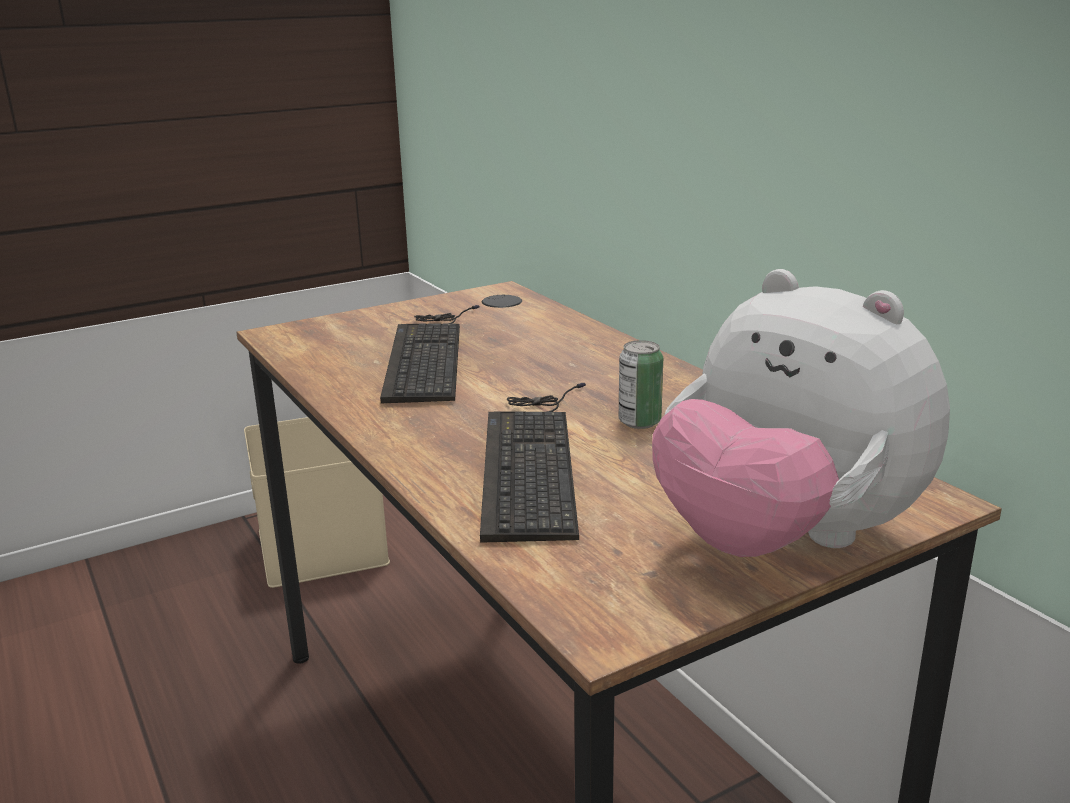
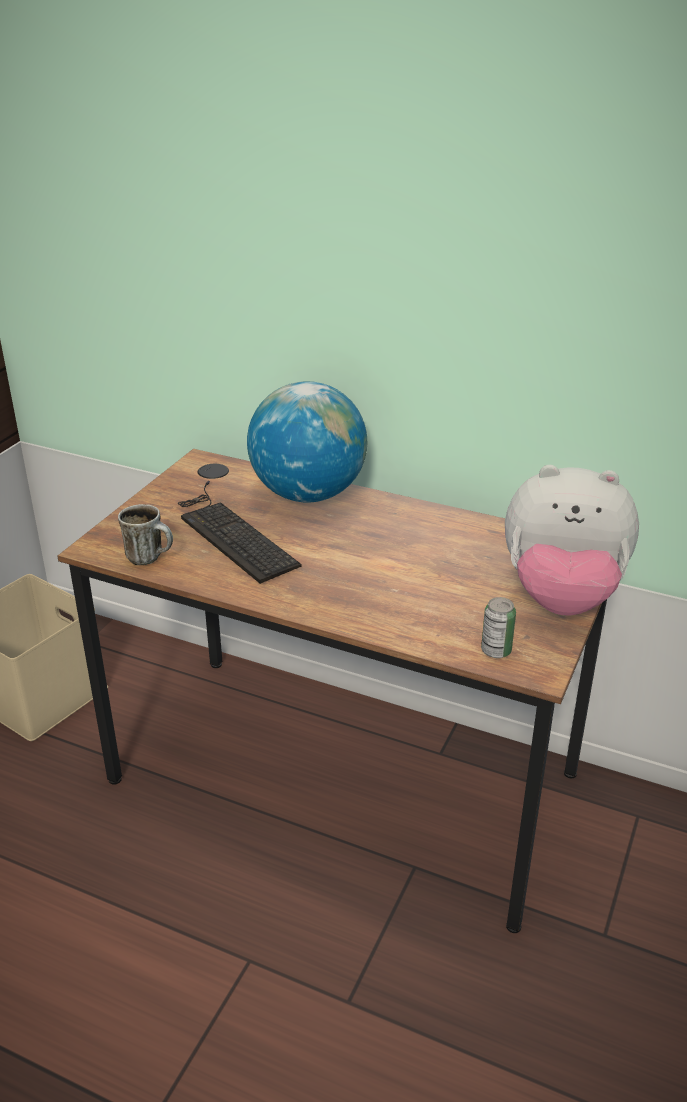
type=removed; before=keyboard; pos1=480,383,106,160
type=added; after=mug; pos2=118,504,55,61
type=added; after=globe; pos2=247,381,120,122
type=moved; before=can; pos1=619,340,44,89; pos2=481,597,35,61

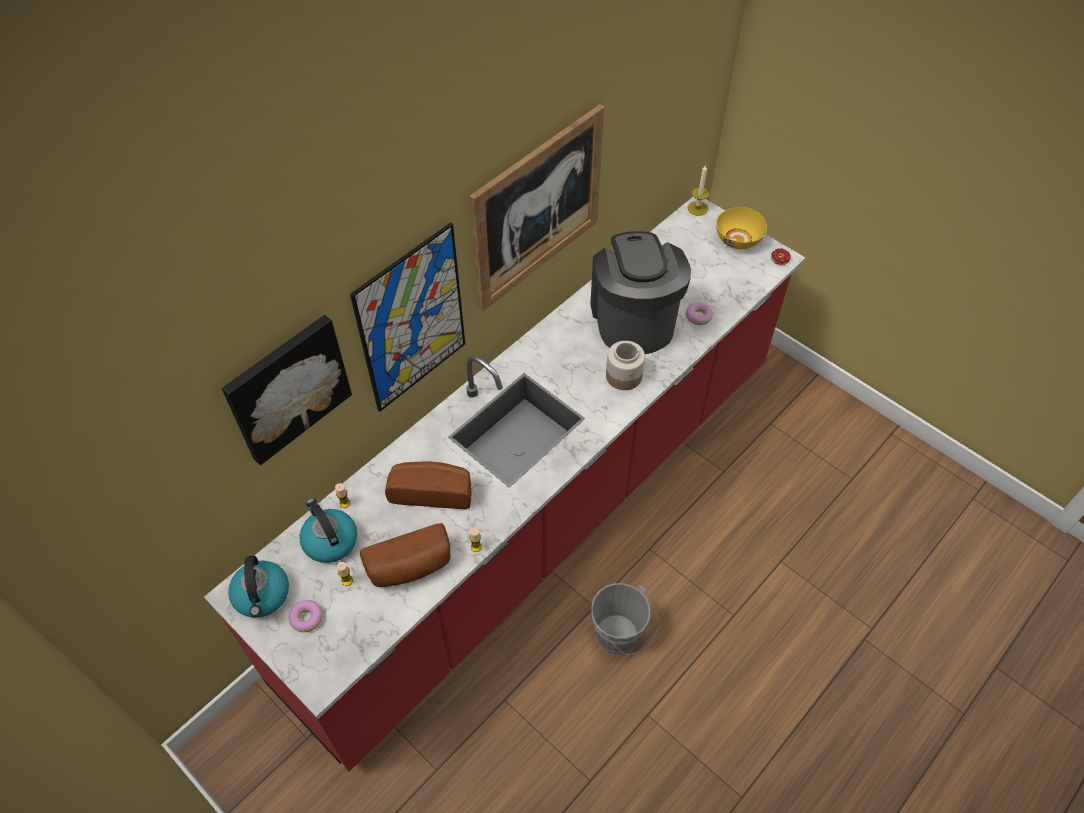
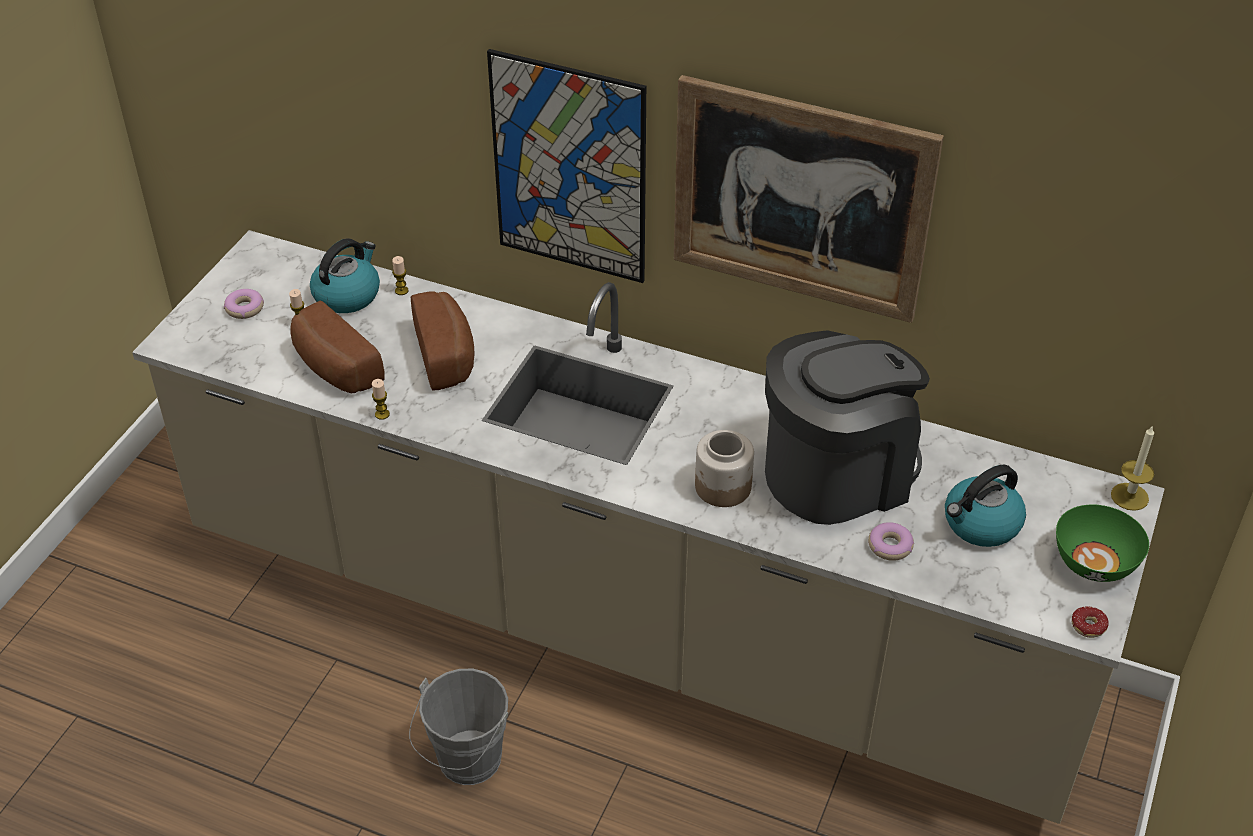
type=removed; before=picture; pos1=222,315,130,150
type=moved; before=kettle; pos1=228,555,61,63; pos2=945,465,81,82
type=recoloured; before=counter/red; after=counter/beige; pos1=204,197,602,575; pos2=132,230,1033,594
type=recoloured; before=bowl/yellow; after=bowl/green; pos1=716,207,51,42; pos2=1056,505,93,77

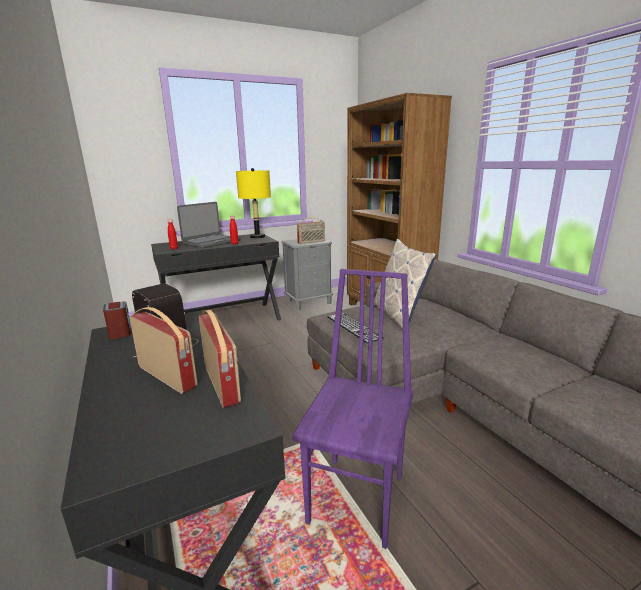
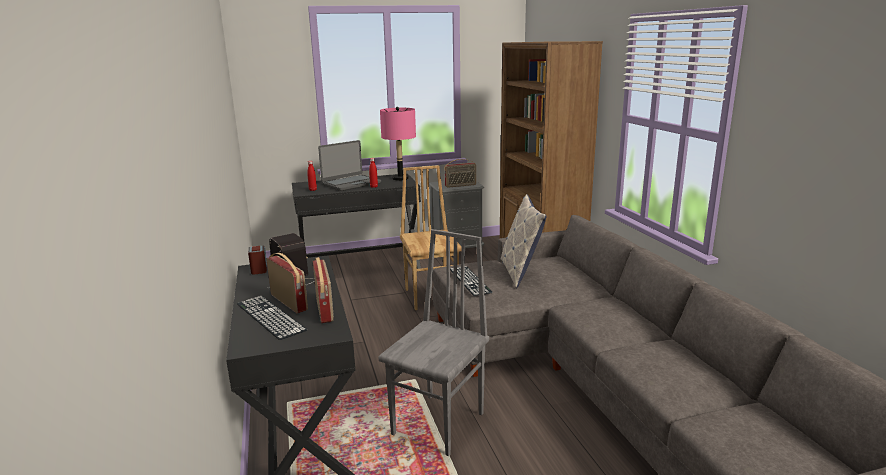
type=added; after=keyboard; pos2=237,296,70,44
type=added; after=chair/brown; pos2=400,165,61,145
type=recoloured; before=table lamp/yellow; after=table lamp/pink; pos1=236,168,35,70; pos2=380,107,36,74
type=recoloured; before=chair/purple; after=chair/grey; pos1=292,269,121,280; pos2=378,229,111,227

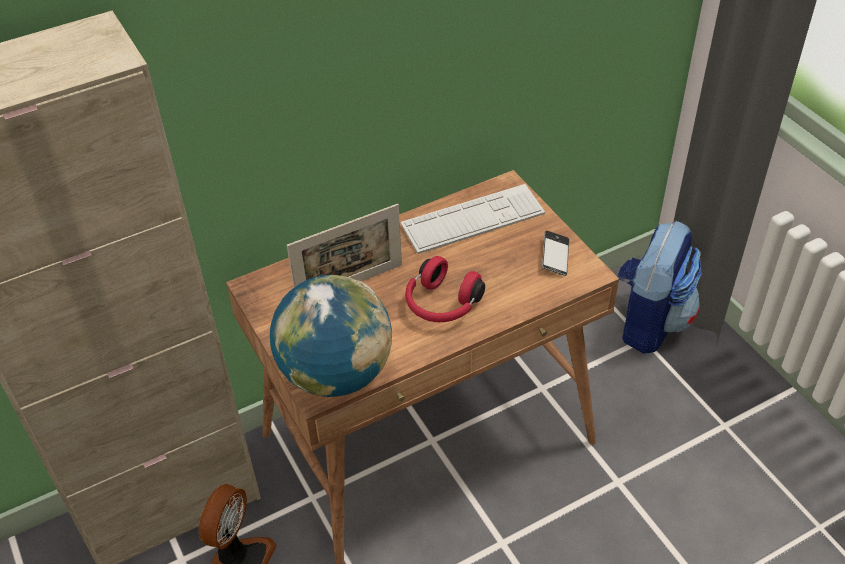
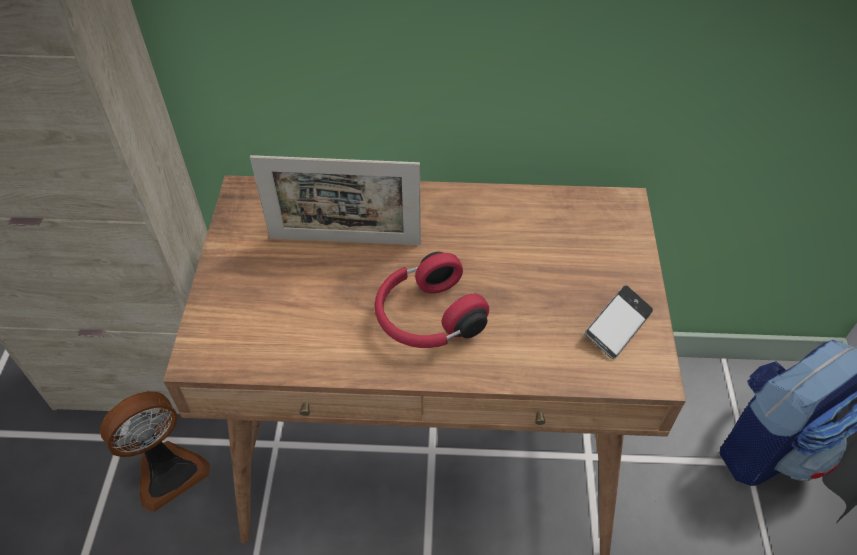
type=removed; before=globe; pos1=270,275,122,122
type=removed; before=keyboard; pos1=400,184,145,70

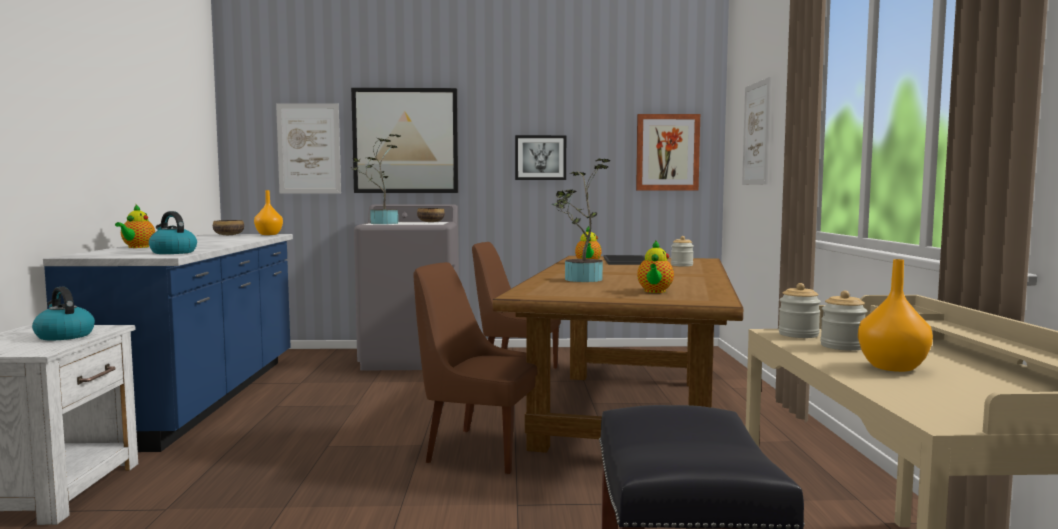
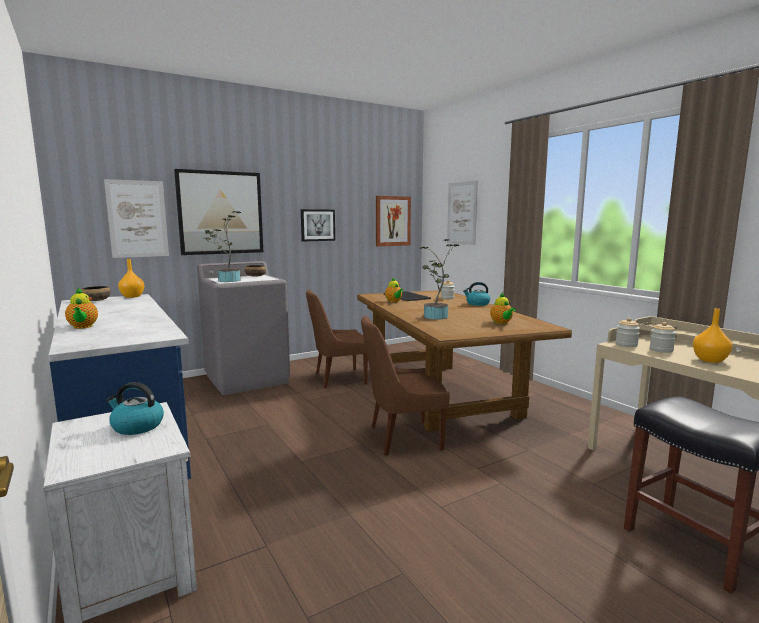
type=moved; before=kettle; pos1=149,211,48,43; pos2=463,282,27,24

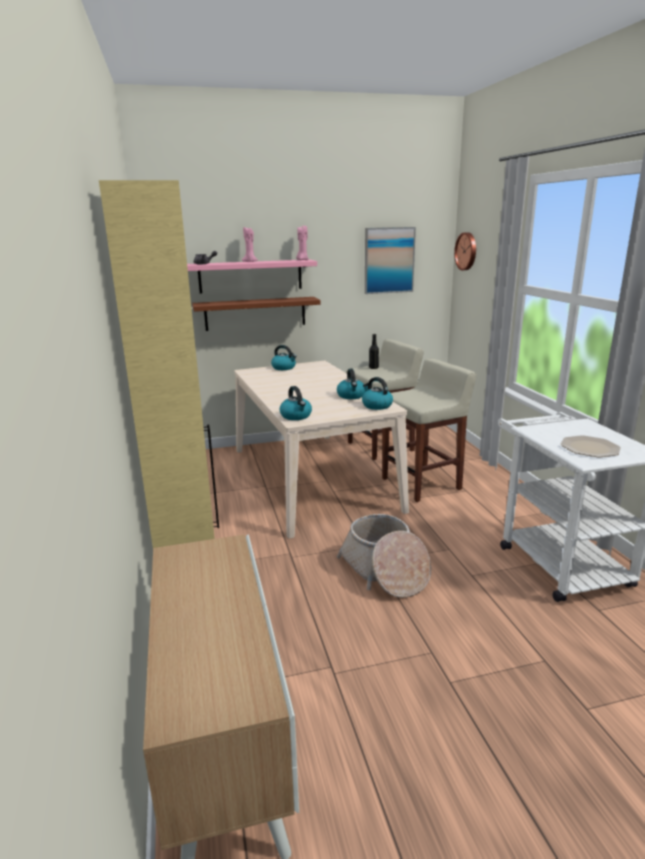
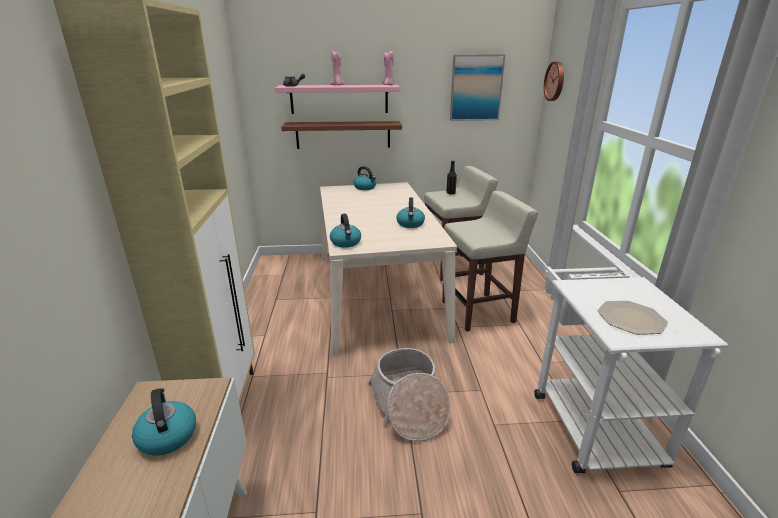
type=moved; before=kettle; pos1=362,377,31,33; pos2=132,388,64,68

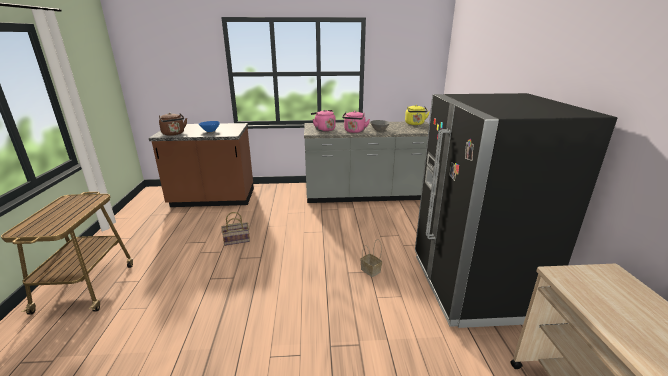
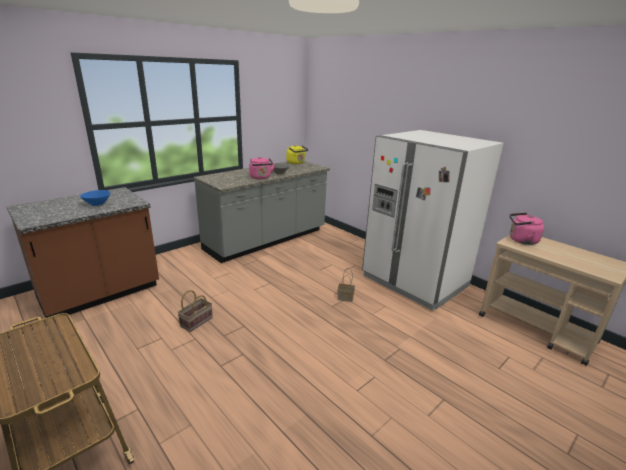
type=removed; before=kettle/brown; pos1=159,113,28,23
type=moved; before=kettle/pink; pos1=311,110,25,22; pos2=509,213,35,32
type=recoloured; before=fridge/black; after=fridge/white; pos1=415,93,202,235; pos2=362,130,141,181

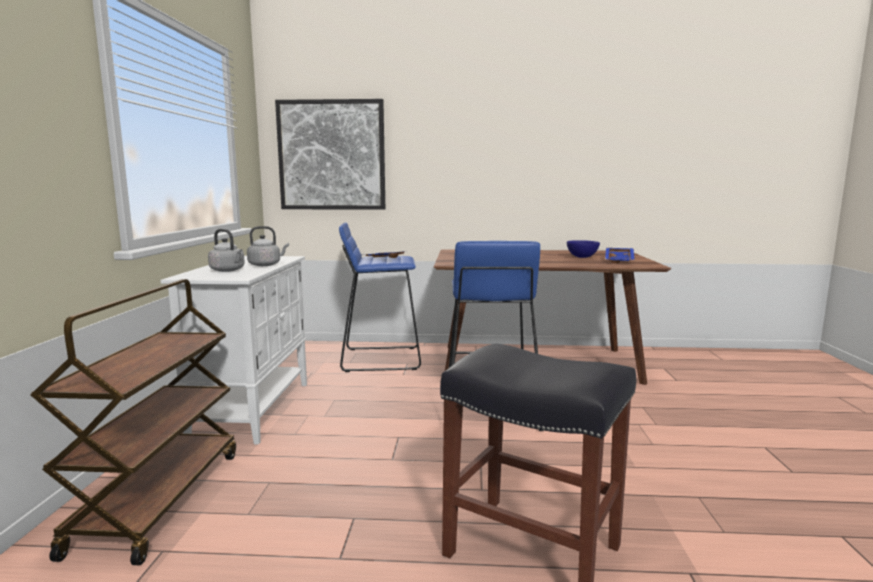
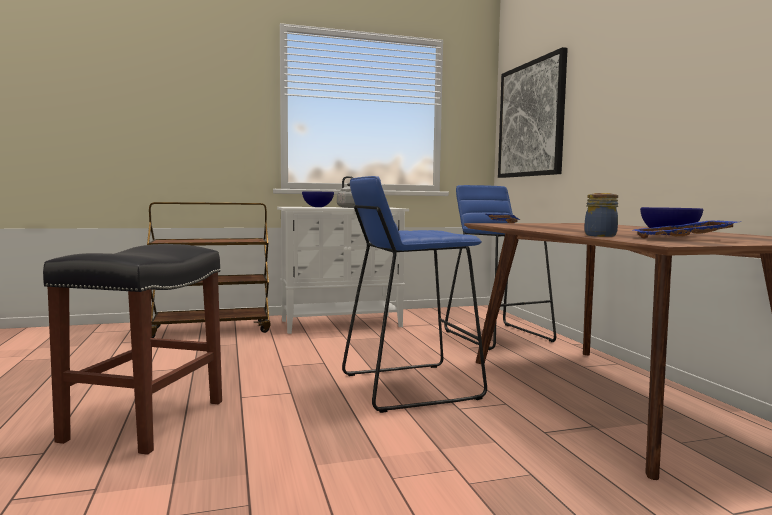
type=added; after=jar; pos2=584,193,34,44
type=replaced; before=kettle/grey; after=bowl/blue; pos1=208,229,37,43; pos2=302,191,32,16

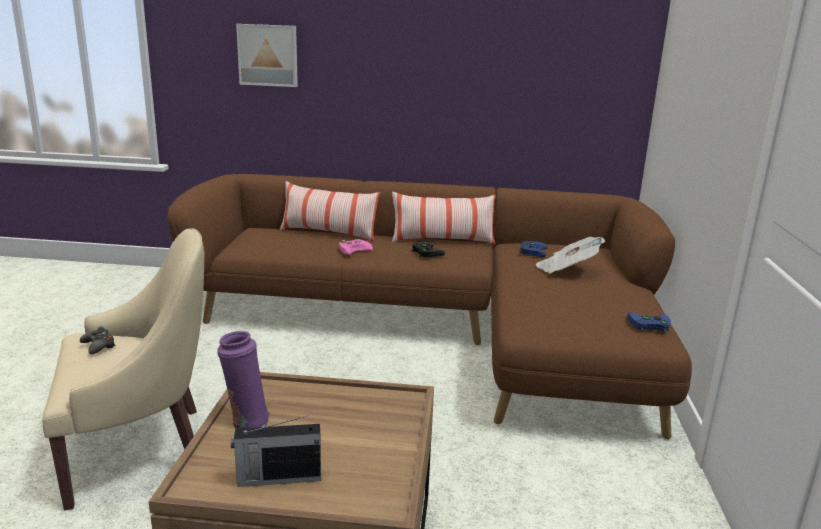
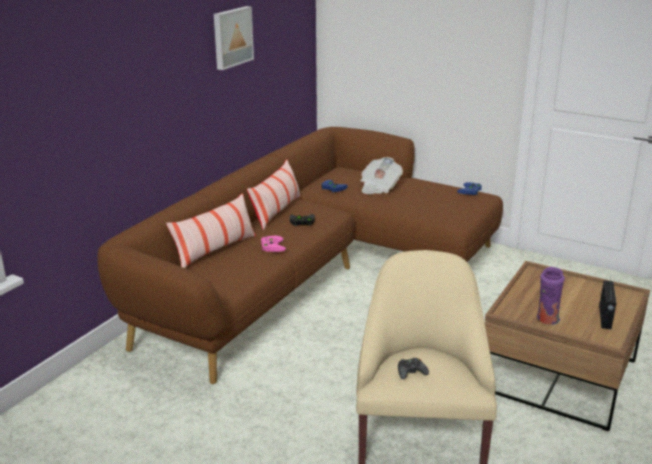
type=moved; before=picture; pos1=236,24,62,63; pos2=214,6,40,64

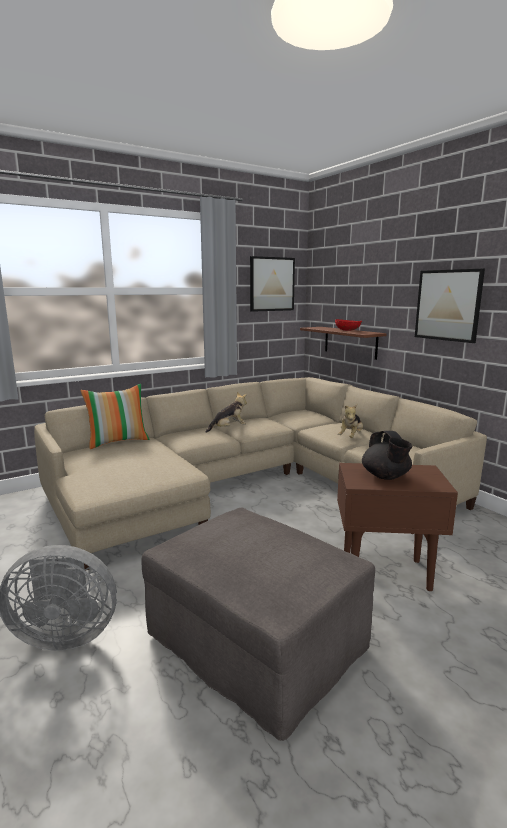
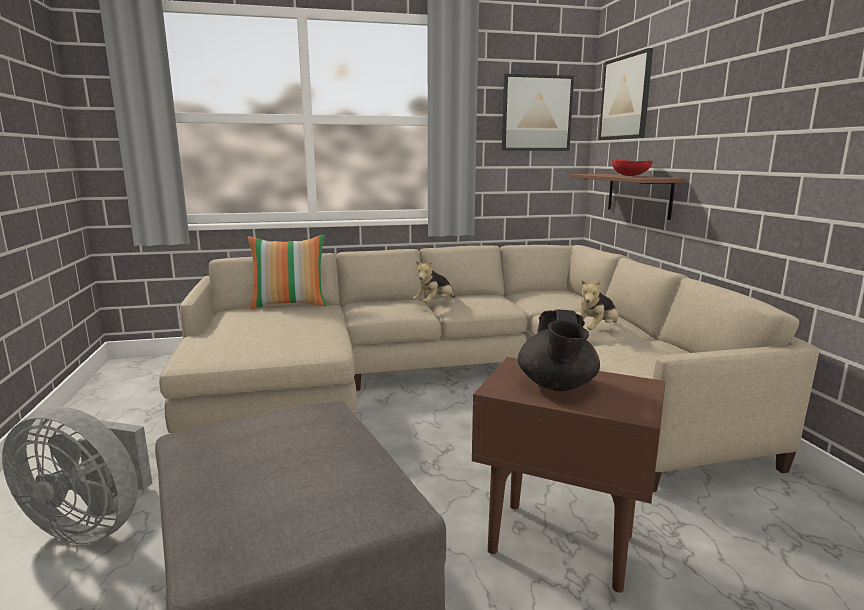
type=moved; before=picture; pos1=415,269,70,74; pos2=599,48,54,92
type=turned; before=plush toy; pos1=205,392,42,41; pos2=413,260,42,43; turn=135

